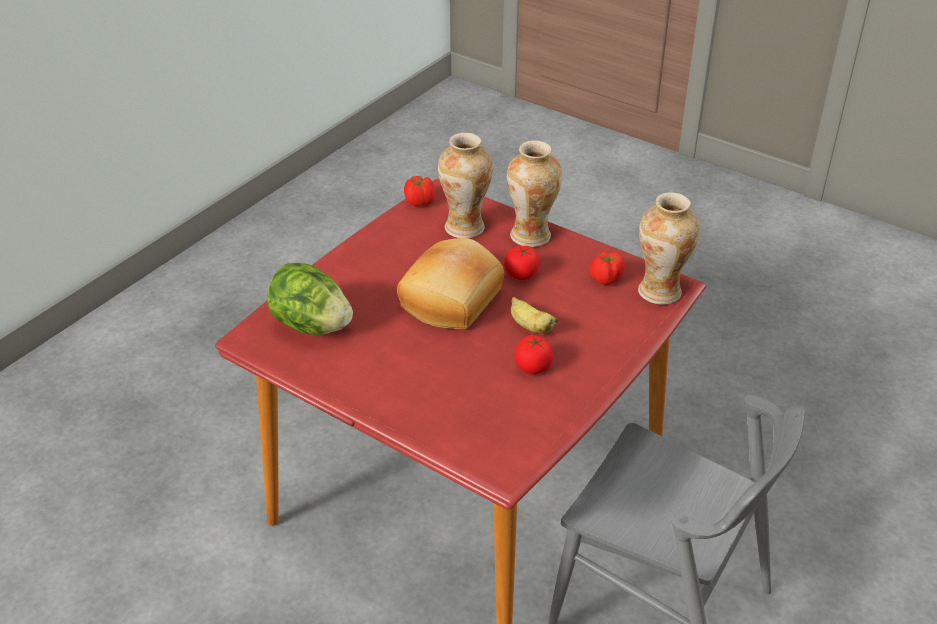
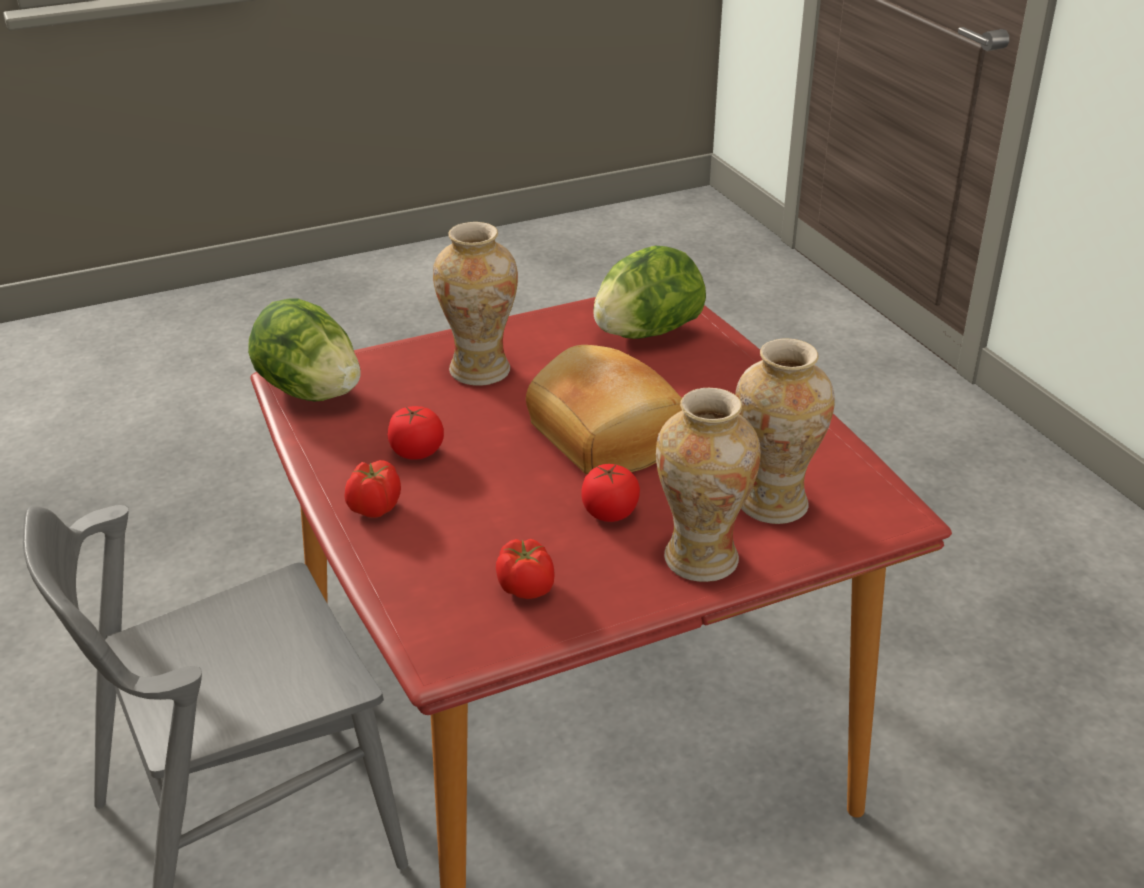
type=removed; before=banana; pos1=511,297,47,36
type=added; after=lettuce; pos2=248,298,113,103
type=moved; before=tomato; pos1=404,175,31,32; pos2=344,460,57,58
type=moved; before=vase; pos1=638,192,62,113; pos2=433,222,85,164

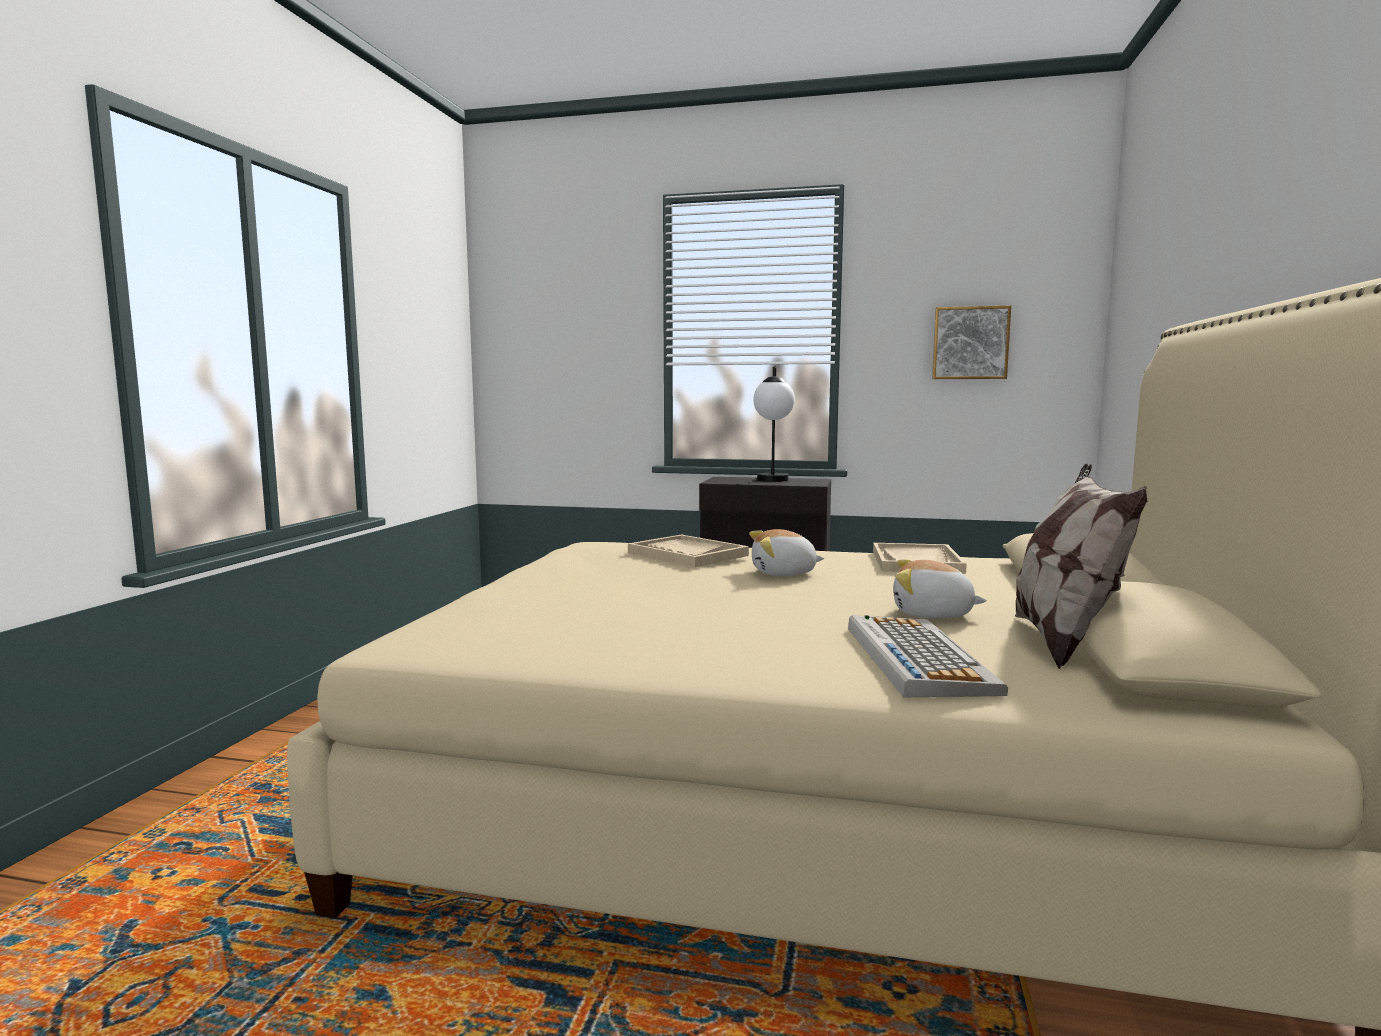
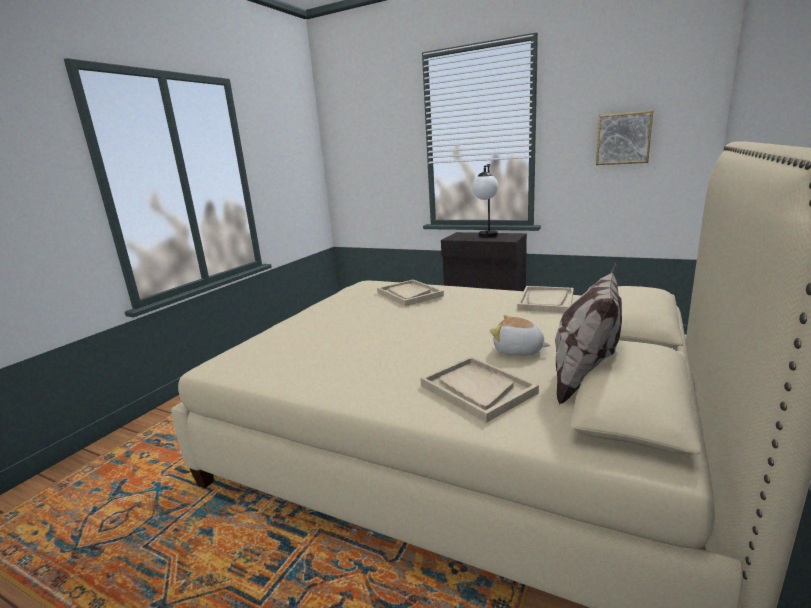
type=removed; before=plush toy; pos1=749,529,75,47
type=replaced; before=keyboard; after=tray/beige; pos1=848,615,160,82; pos2=420,356,119,67

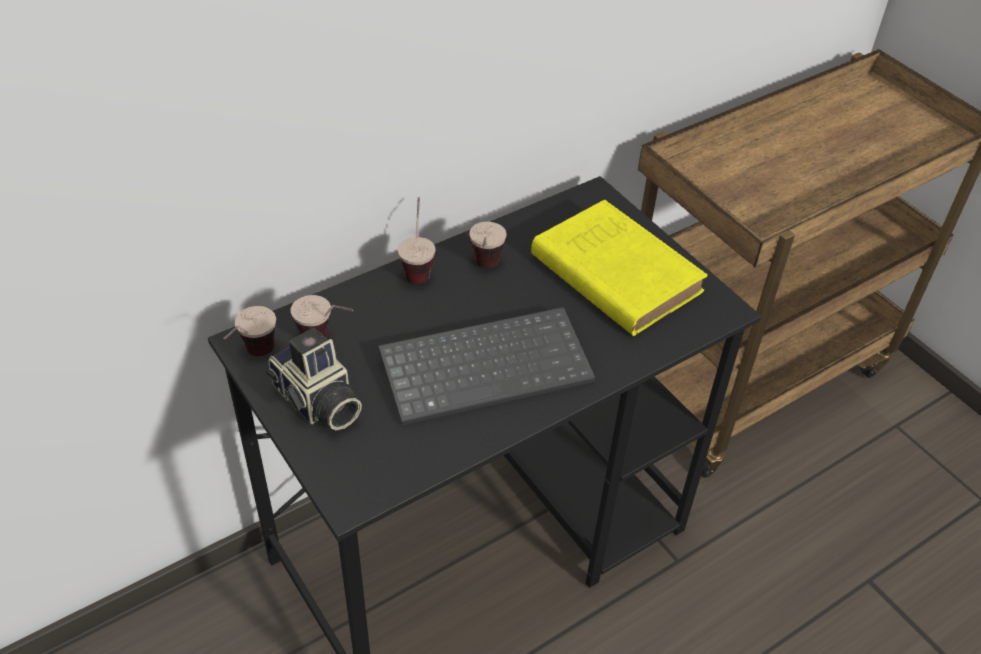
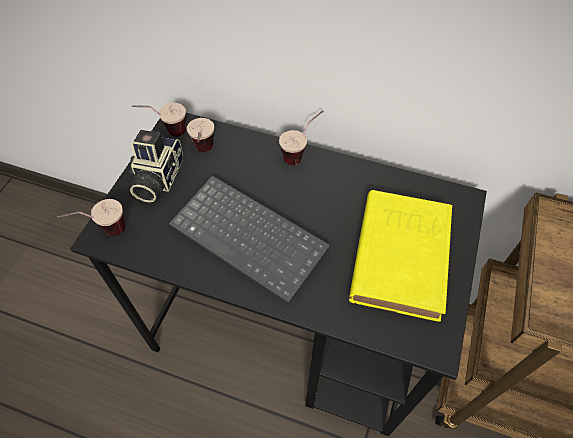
type=moved; before=cup; pos1=469,222,38,46; pos2=57,199,68,37

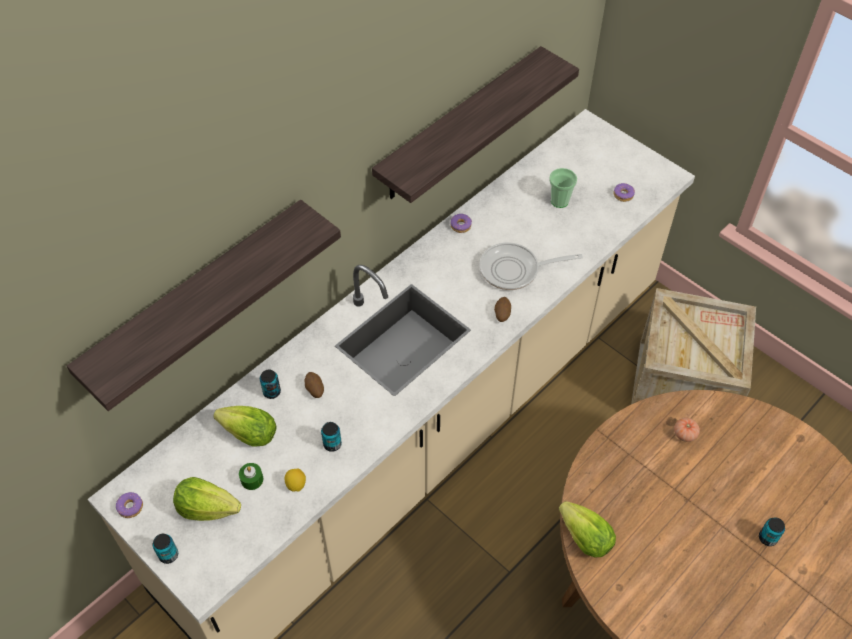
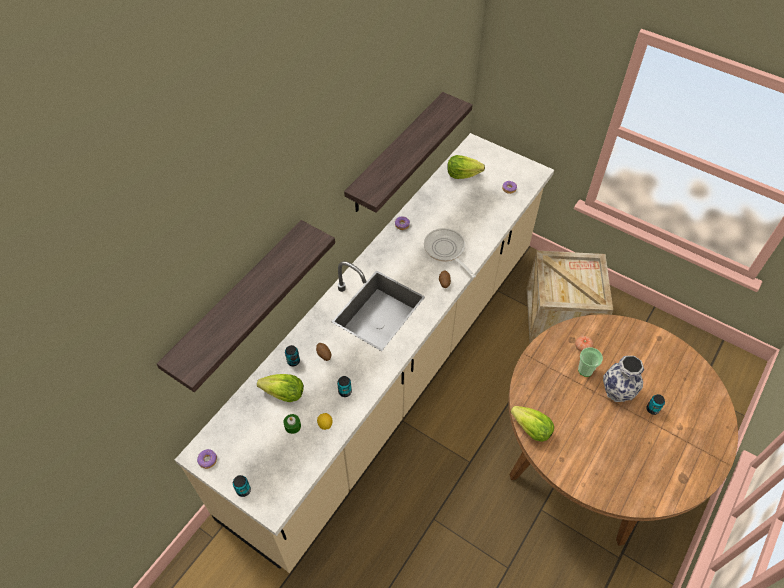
type=added; after=vase; pos2=603,356,41,46
type=moved; before=lettuce; pos1=173,477,68,44; pos2=447,155,38,24
type=moved; before=cup; pos1=549,168,28,40; pos2=578,347,25,30
type=turned; before=frying pan; pos1=480,243,103,47; pos2=424,228,52,50; turn=75

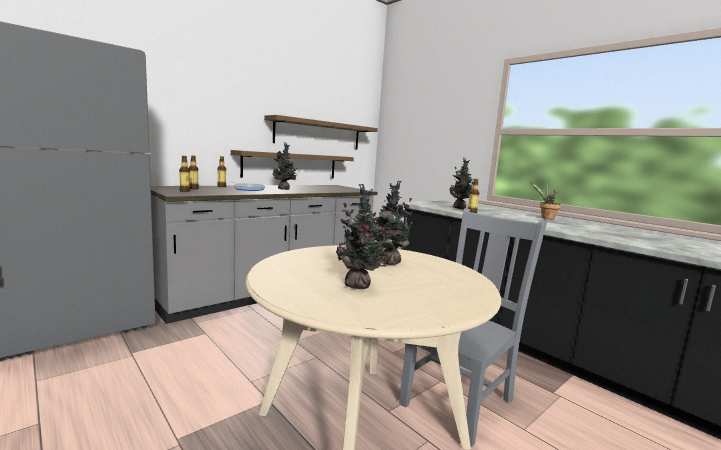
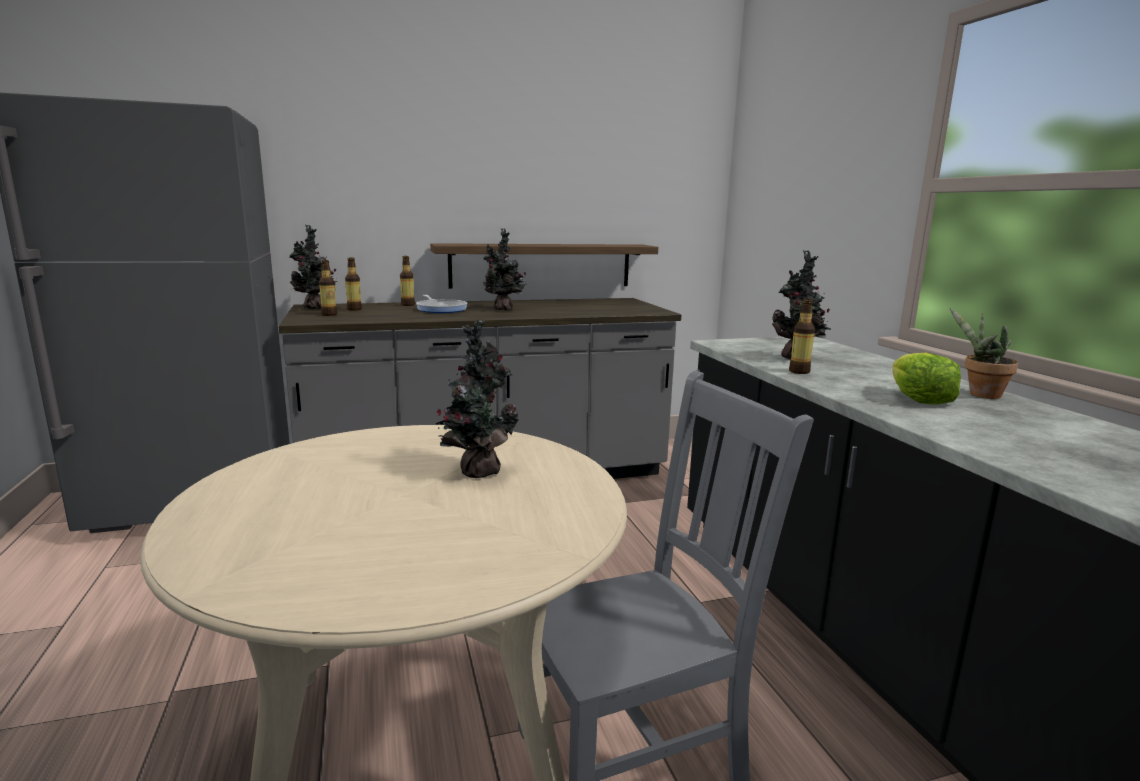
type=removed; before=shelf; pos1=264,115,114,35
type=added; after=lettuce; pos2=892,352,69,53
type=moved; before=potted plant; pos1=336,184,56,105; pos2=289,225,48,84

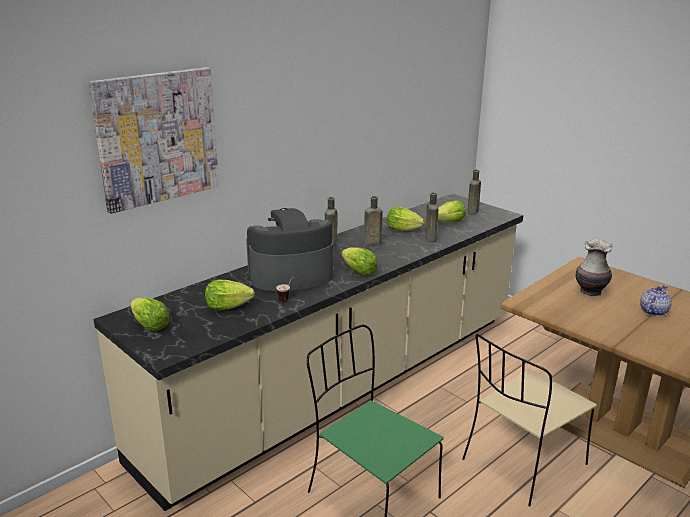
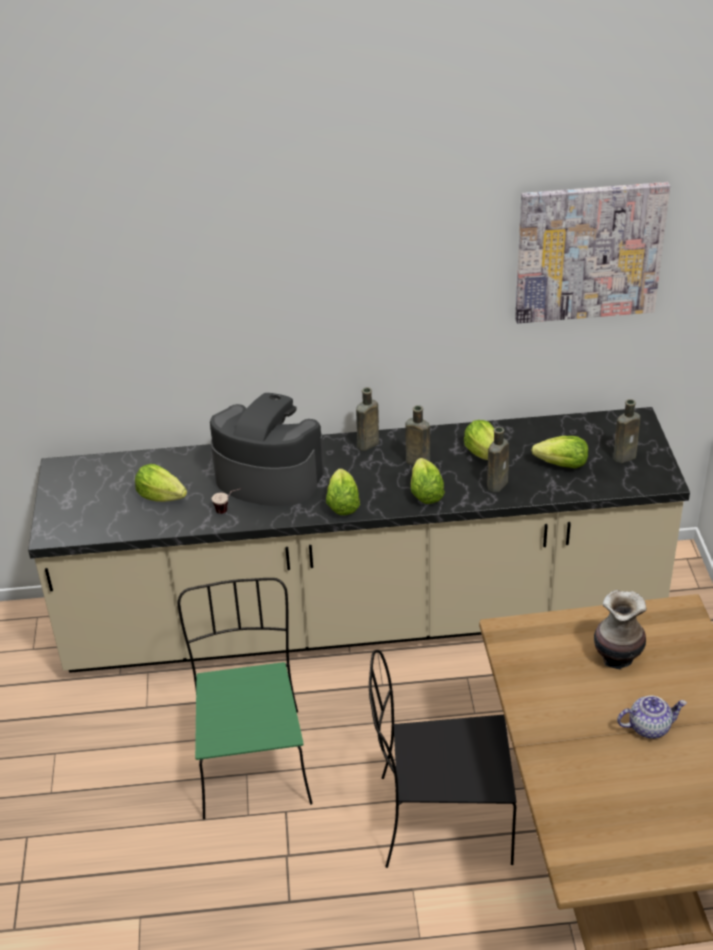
type=moved; before=picture; pos1=89,67,130,147; pos2=515,182,155,141
type=moved; before=lettuce; pos1=130,297,39,34; pos2=411,458,34,46
type=recoloured; before=chair/beige; after=chair/black; pos1=462,334,135,172; pos2=369,650,147,218

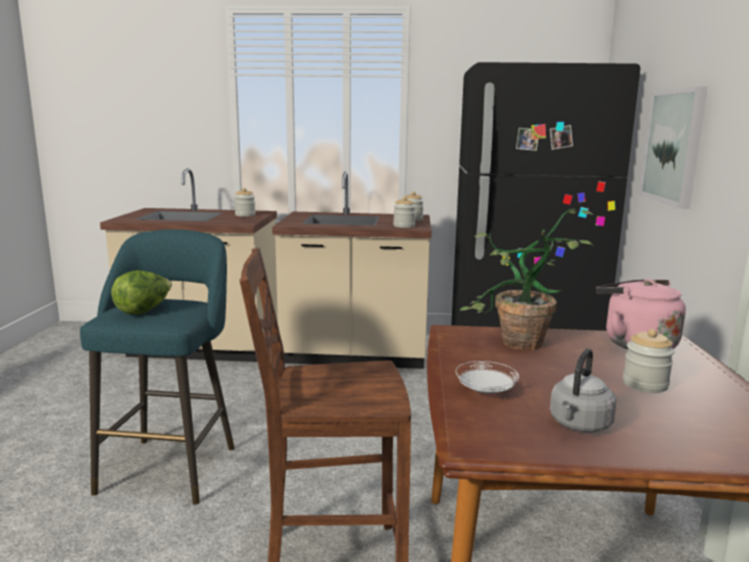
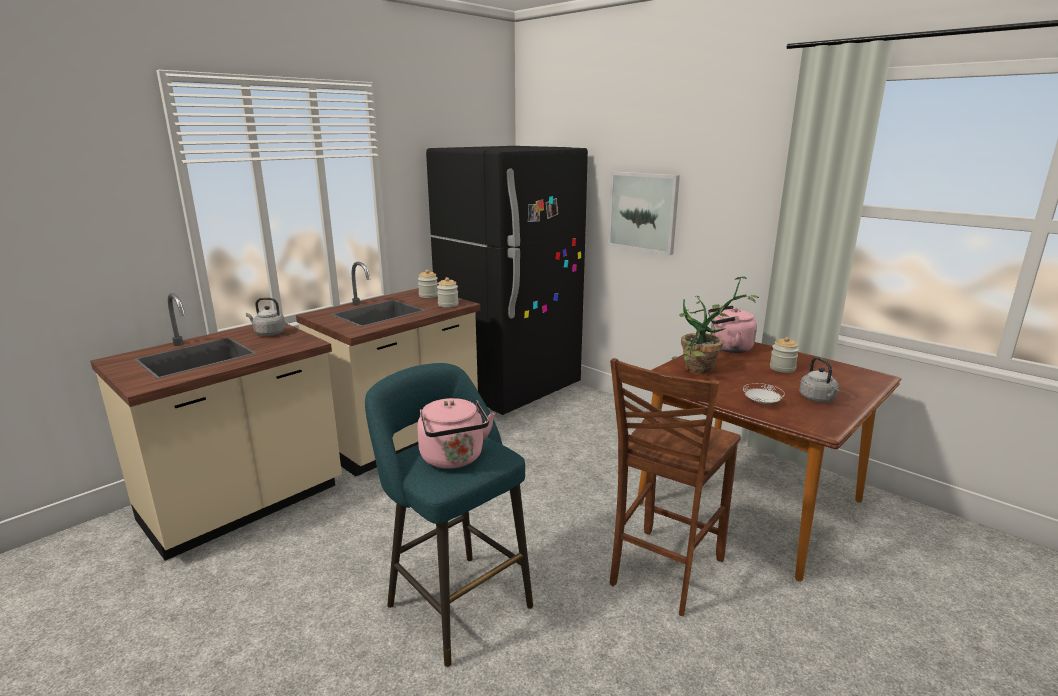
type=replaced; before=lettuce; after=kettle/pink; pos1=111,271,61,43; pos2=417,398,78,71
type=replaced; before=jar; after=kettle/grey; pos1=234,188,21,29; pos2=246,297,40,39

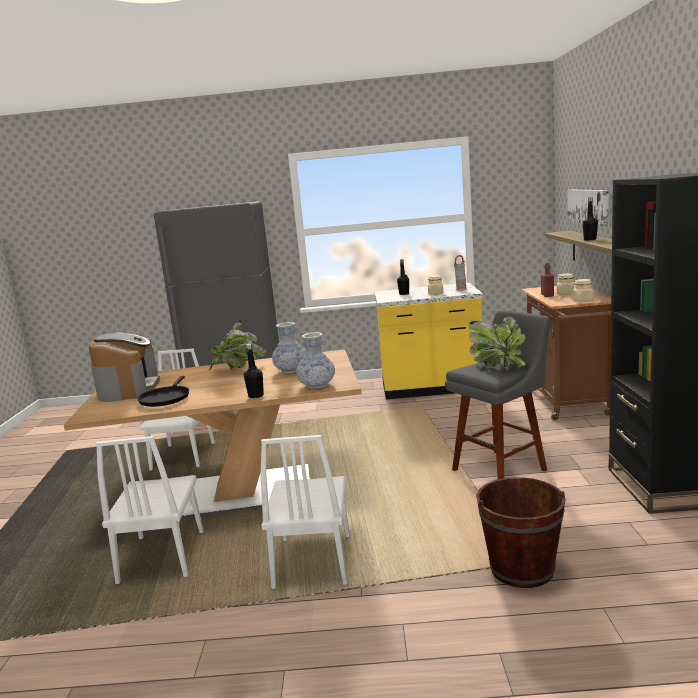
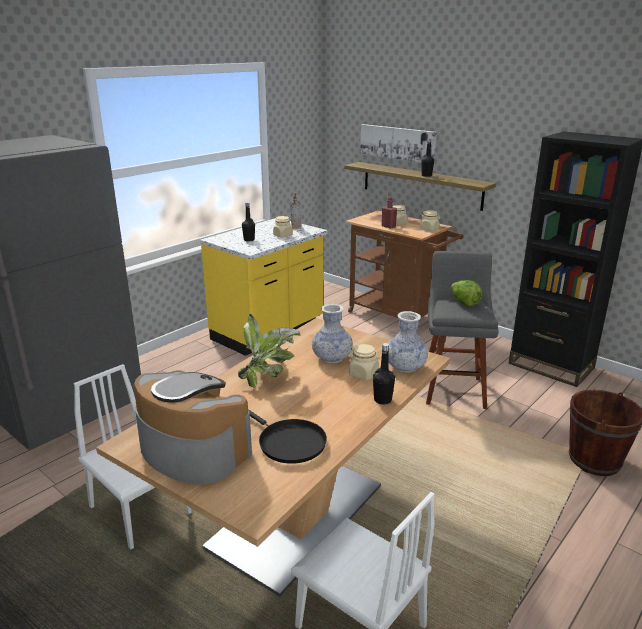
type=removed; before=chair/white; pos1=261,435,89,154
type=added; after=jar/beige; pos2=349,344,31,36
type=replaced; before=potted plant; after=lettuce; pos1=468,316,58,51; pos2=451,280,31,27

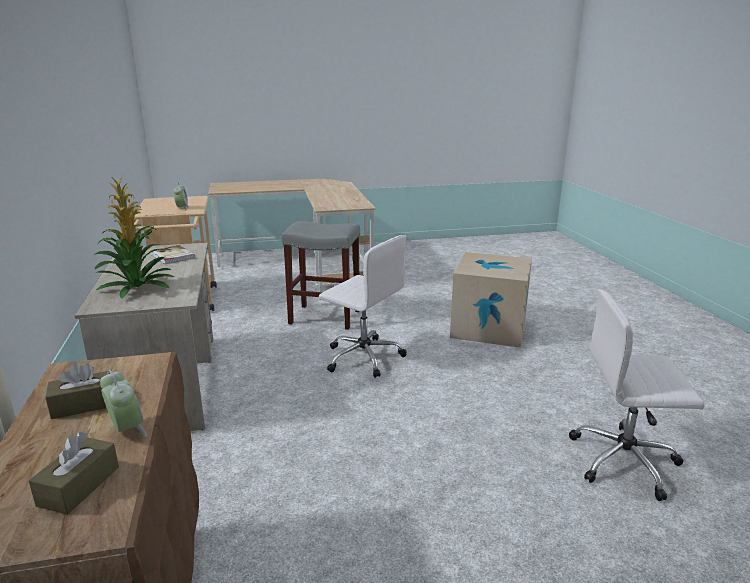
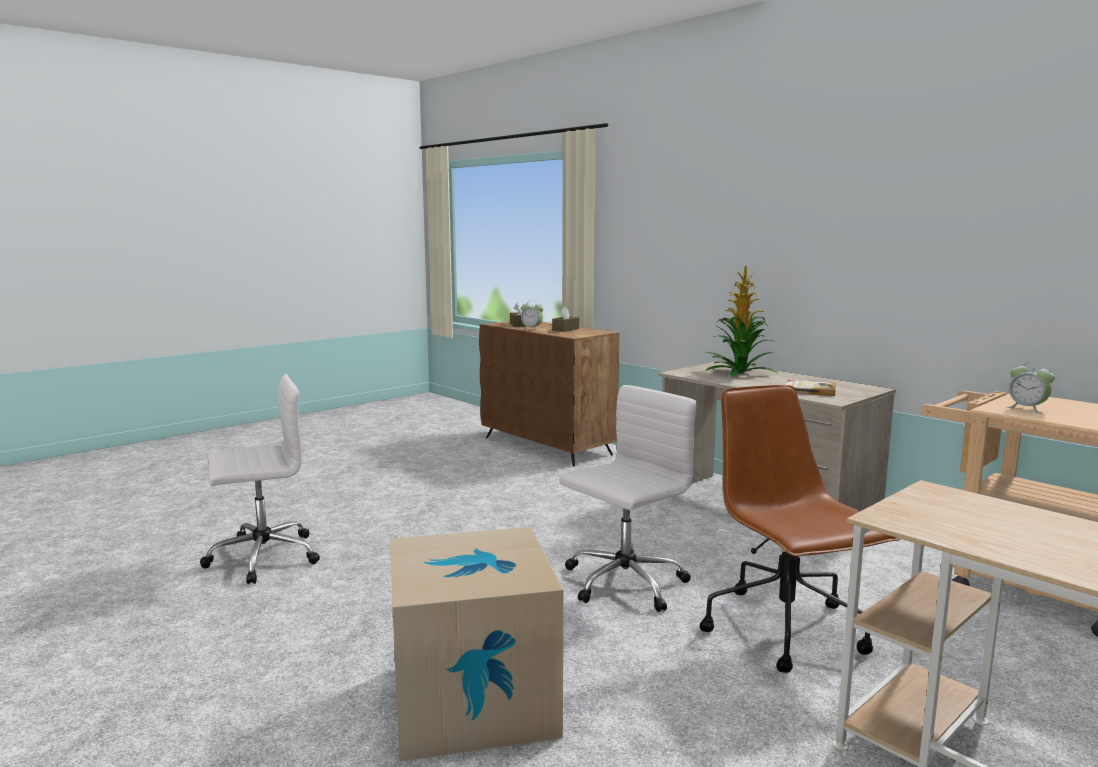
type=replaced; before=stool/grey; after=office chair/brown; pos1=282,221,78,109; pos2=700,385,200,288
type=turned; before=office chair/white; pos1=319,235,88,143; pos2=559,385,138,227; turn=135

